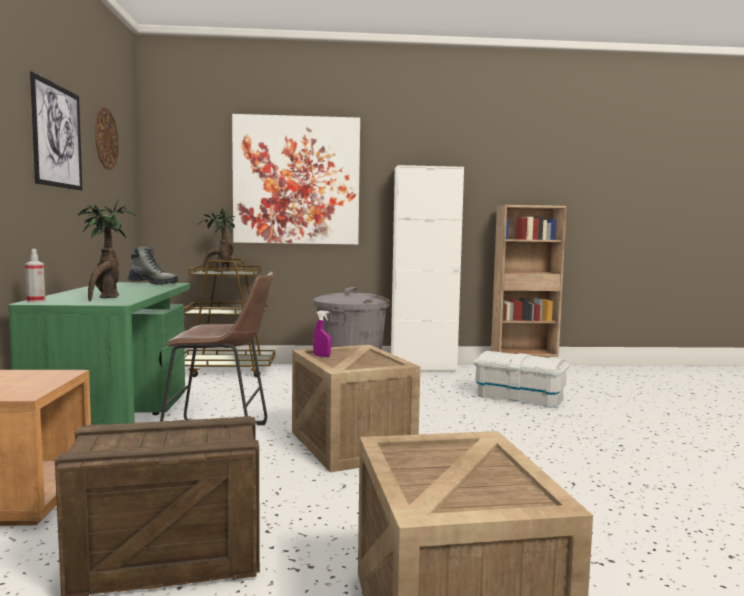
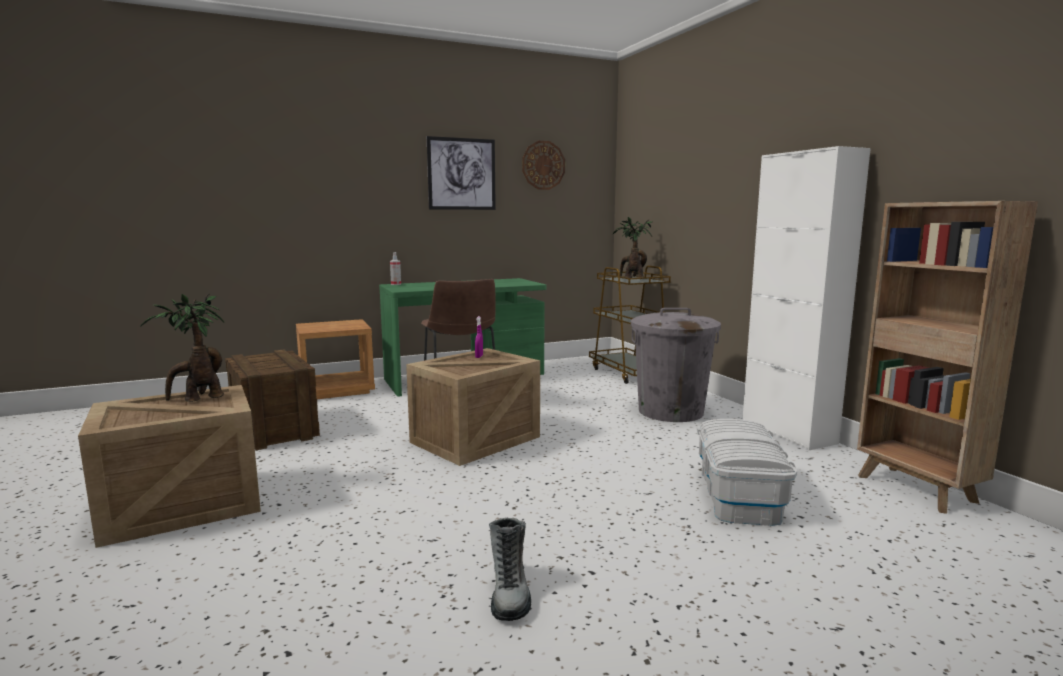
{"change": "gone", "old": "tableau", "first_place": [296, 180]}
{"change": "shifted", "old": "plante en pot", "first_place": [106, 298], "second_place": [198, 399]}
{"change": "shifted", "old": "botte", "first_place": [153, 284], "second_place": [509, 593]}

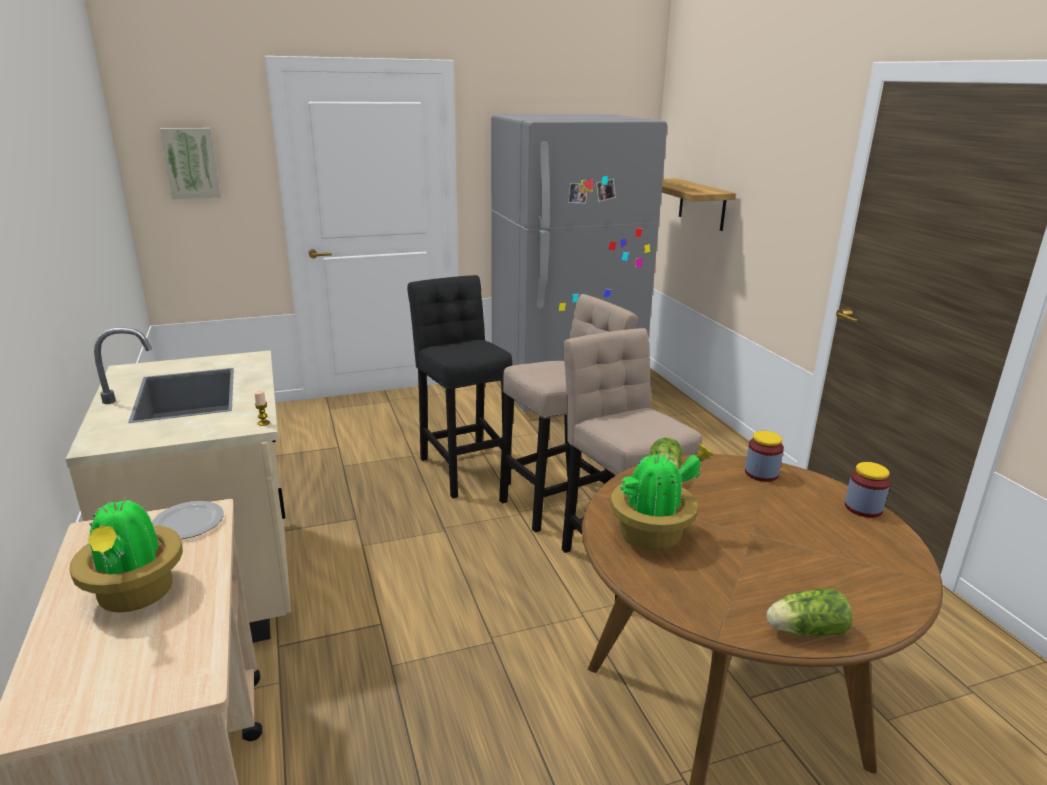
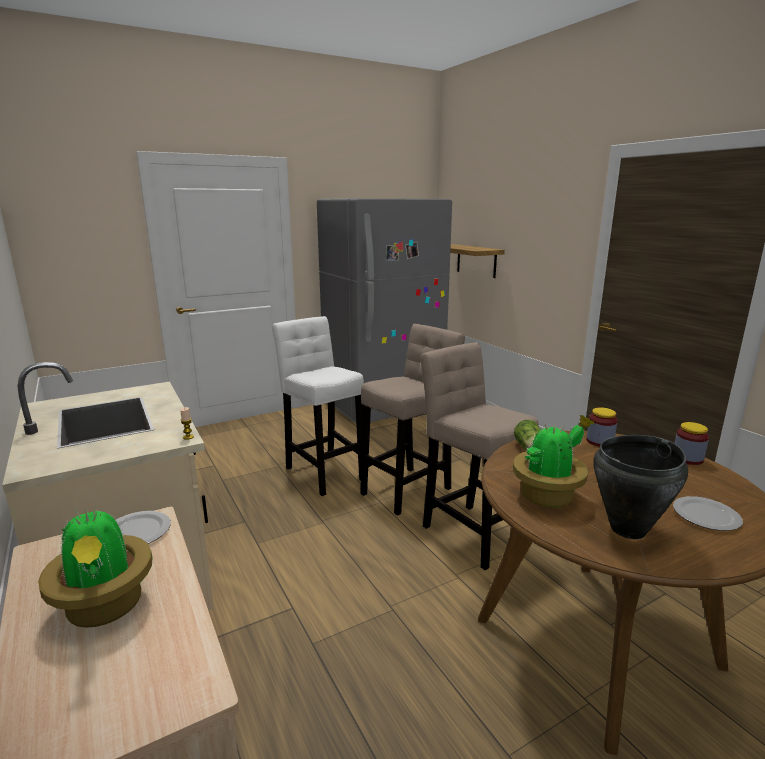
{"change": "gone", "old": "tableau", "first_place": [191, 163]}
{"change": "gone", "old": "laitue", "first_place": [803, 630]}
{"change": "new", "new": "marmite [noir]", "second_place": [629, 529]}
{"change": "new", "new": "assiette", "second_place": [707, 516]}
{"change": "repainted", "old": "tabouret [noir]", "new": "tabouret [blanc]", "first_place": [463, 468], "second_place": [323, 471]}

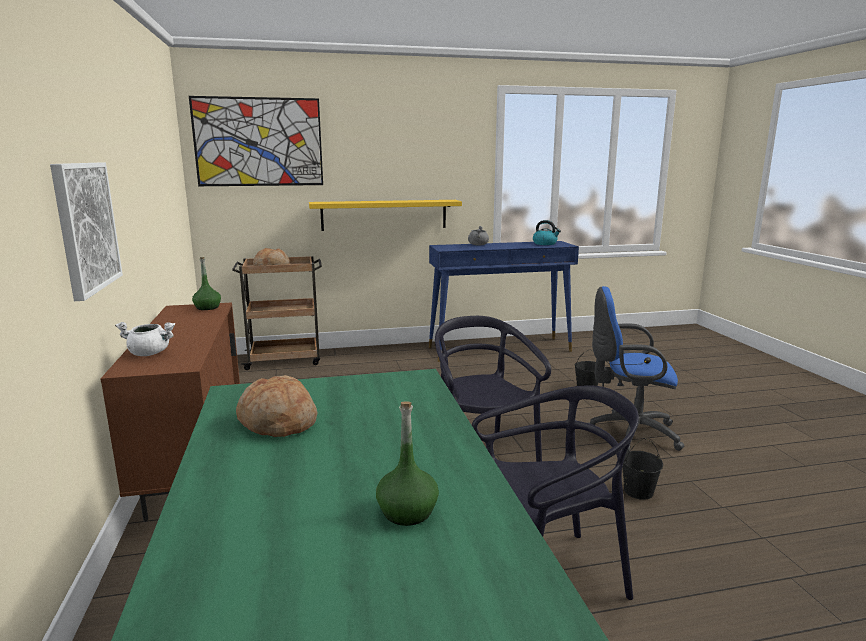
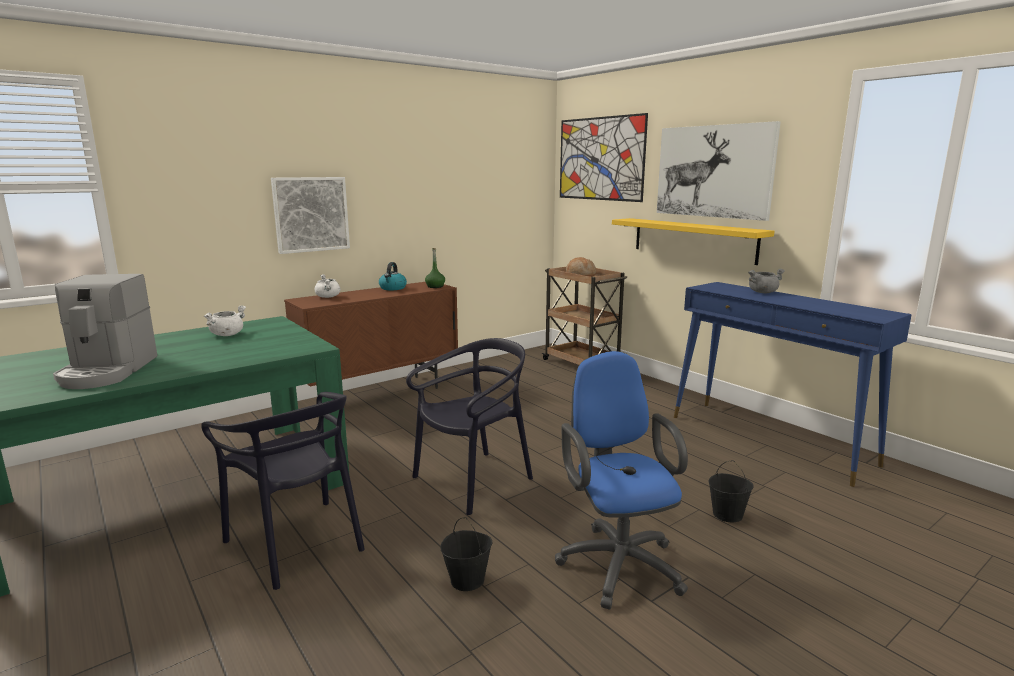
{"change": "new", "new": "tableau", "second_place": [713, 171]}
{"change": "shifted", "old": "bouilloire", "first_place": [545, 243], "second_place": [392, 288]}
{"change": "swapped", "old": "pain", "new": "marmite [blanc]", "first_place": [277, 422], "second_place": [227, 334]}
{"change": "swapped", "old": "bouteille [vert]", "new": "machine à café", "first_place": [407, 512], "second_place": [108, 371]}

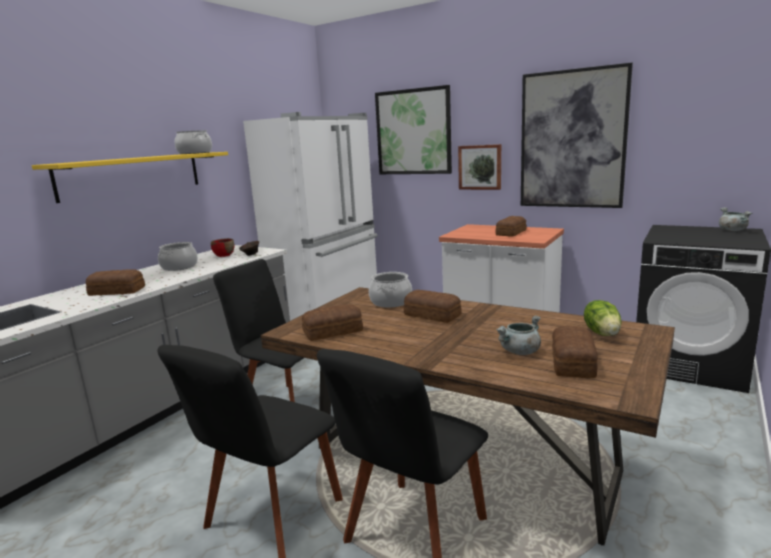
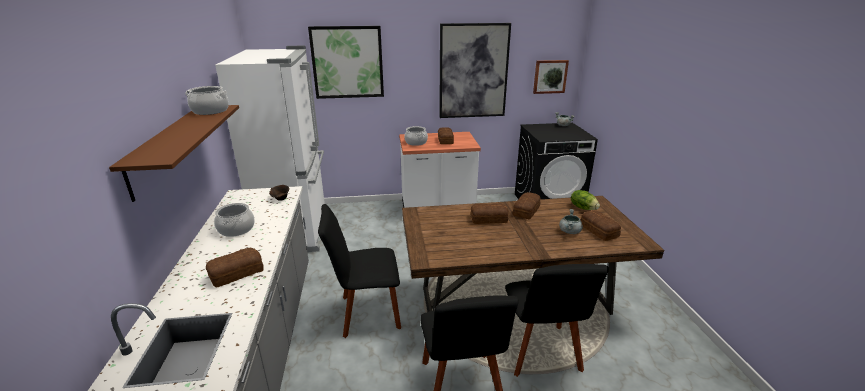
{"change": "gone", "old": "bol [rouge]", "first_place": [224, 255]}
{"change": "shifted", "old": "pain", "first_place": [334, 332], "second_place": [527, 211]}
{"change": "shifted", "old": "marmite", "first_place": [390, 302], "second_place": [416, 142]}
{"change": "shifted", "old": "tableau", "first_place": [480, 167], "second_place": [550, 76]}
{"change": "repainted", "old": "étagère [jaune]", "new": "étagère [marron]", "first_place": [132, 175], "second_place": [167, 148]}

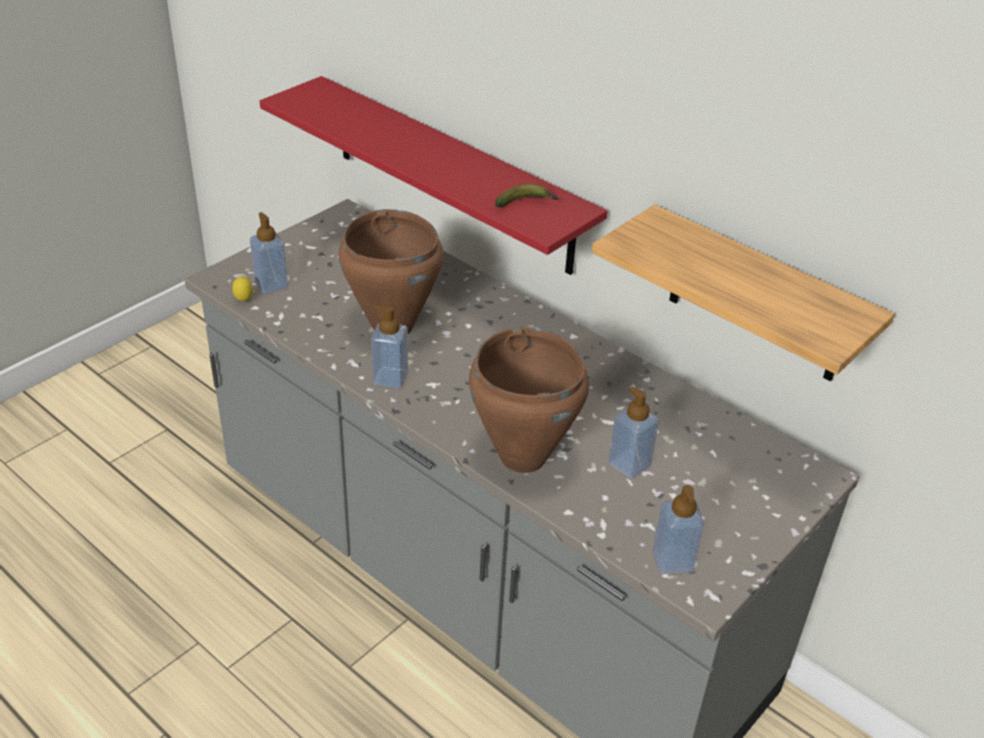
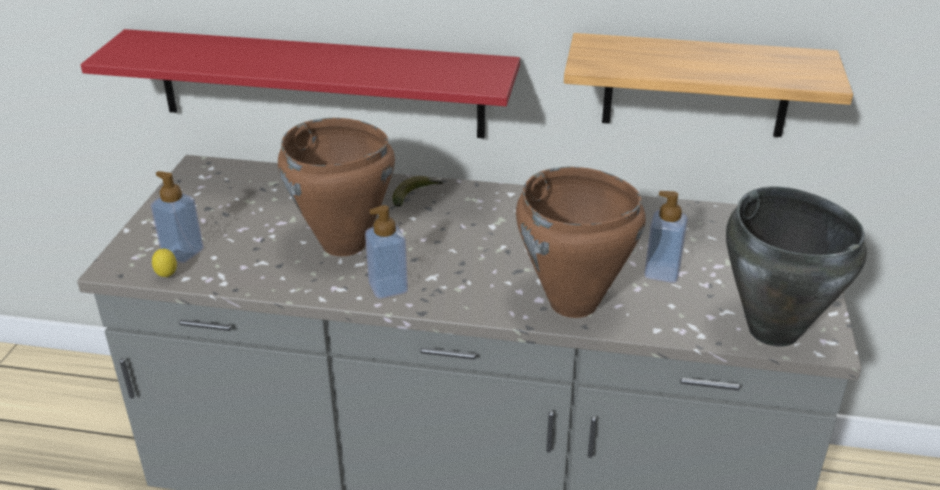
{"change": "shifted", "old": "banane", "first_place": [526, 203], "second_place": [416, 195]}
{"change": "swapped", "old": "distributeur de savon", "new": "marmite [noir]", "first_place": [672, 560], "second_place": [773, 330]}

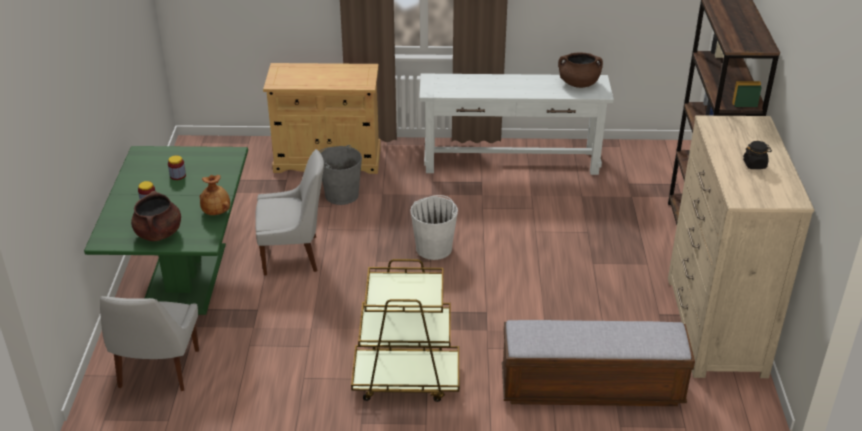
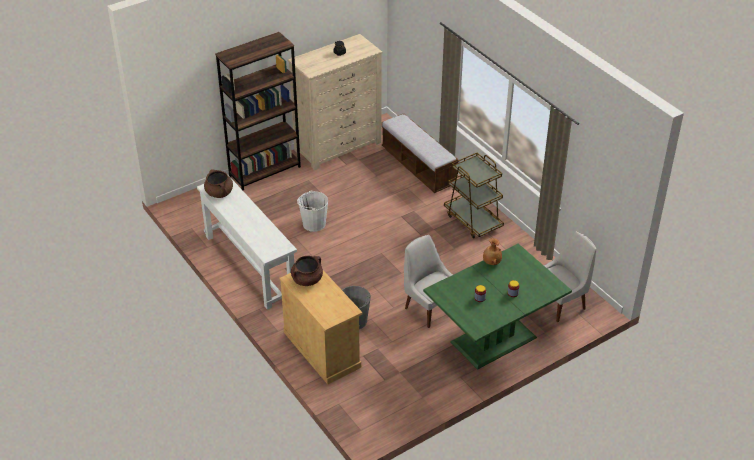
{"change": "shifted", "old": "marmite [marron]", "first_place": [159, 233], "second_place": [307, 280]}
{"change": "shifted", "old": "seau [blanc]", "first_place": [434, 248], "second_place": [314, 224]}

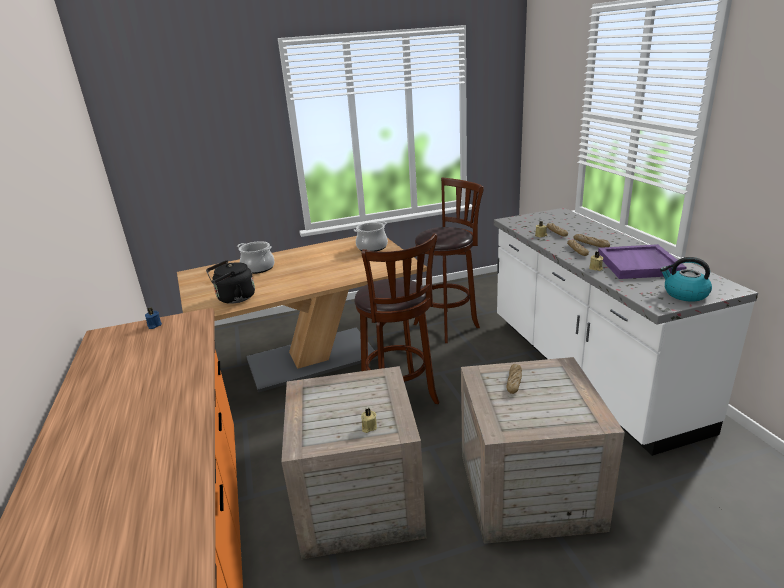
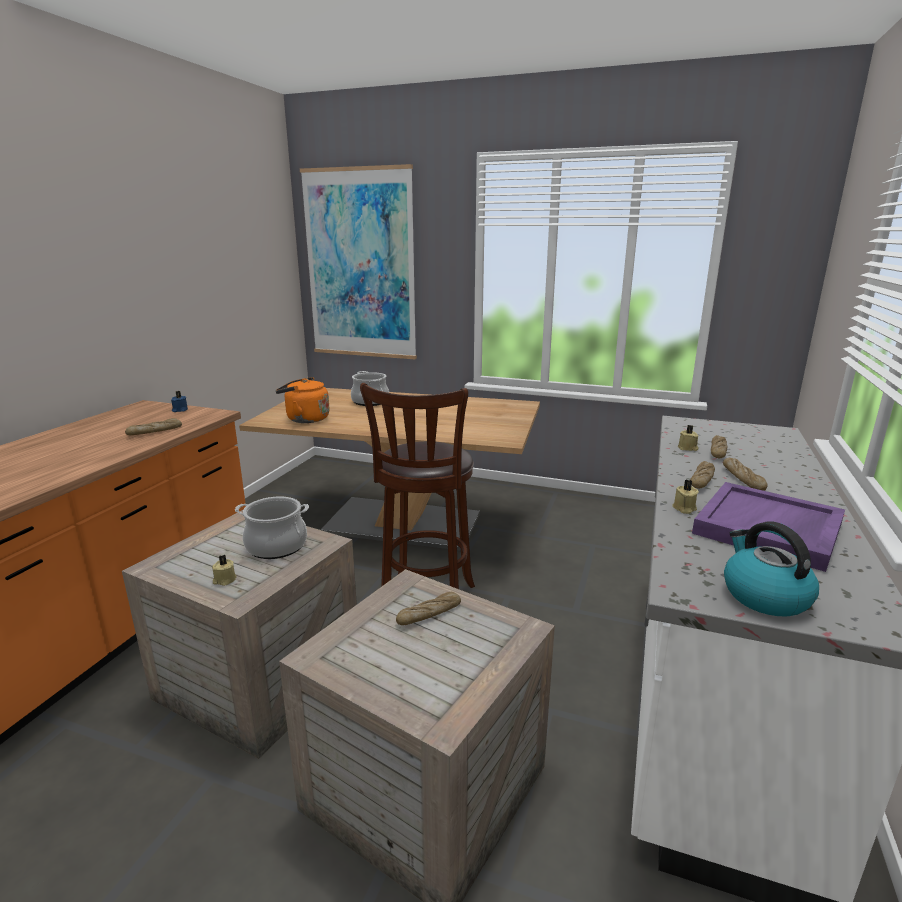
{"change": "gone", "old": "tabouret [marron]", "first_place": [449, 324]}
{"change": "new", "new": "pain", "second_place": [155, 432]}
{"change": "new", "new": "tableau", "second_place": [360, 265]}
{"change": "shifted", "old": "marmite", "first_place": [372, 247], "second_place": [276, 546]}
{"change": "repainted", "old": "bouilloire [noir]", "new": "bouilloire [orange]", "first_place": [234, 298], "second_place": [305, 419]}

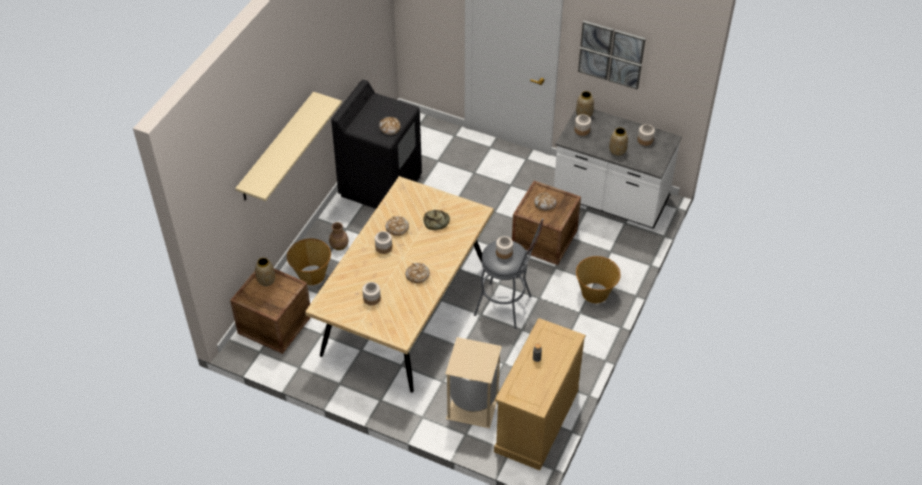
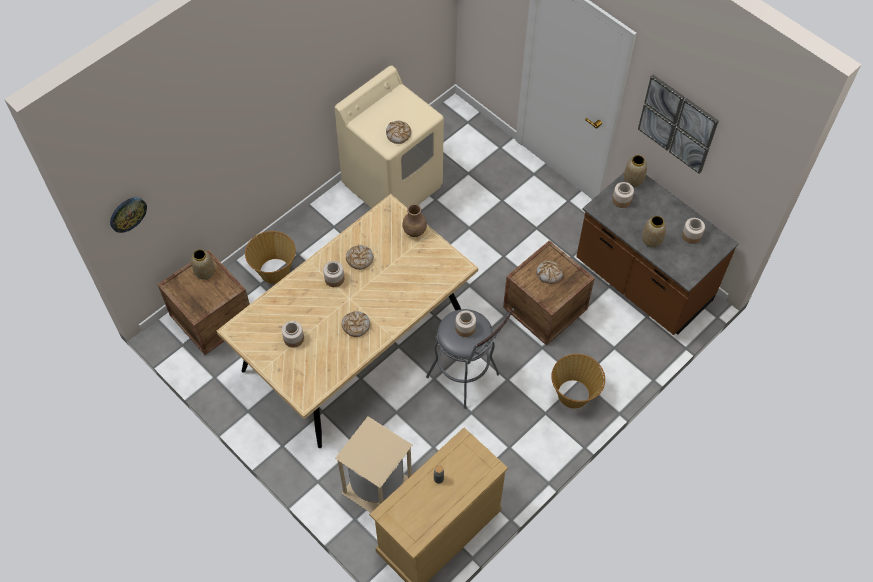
{"change": "gone", "old": "étagère [beige]", "first_place": [277, 147]}
{"change": "gone", "old": "pain", "first_place": [436, 222]}
{"change": "new", "new": "horloge murale", "second_place": [127, 214]}
{"change": "shifted", "old": "vase [marron]", "first_place": [339, 246], "second_place": [414, 231]}
{"change": "repainted", "old": "lave-linge [noir]", "new": "lave-linge [beige]", "first_place": [381, 185], "second_place": [393, 185]}
{"change": "repainted", "old": "comptoir de cuisine [blanc]", "new": "comptoir de cuisine [marron]", "first_place": [610, 200], "second_place": [642, 283]}

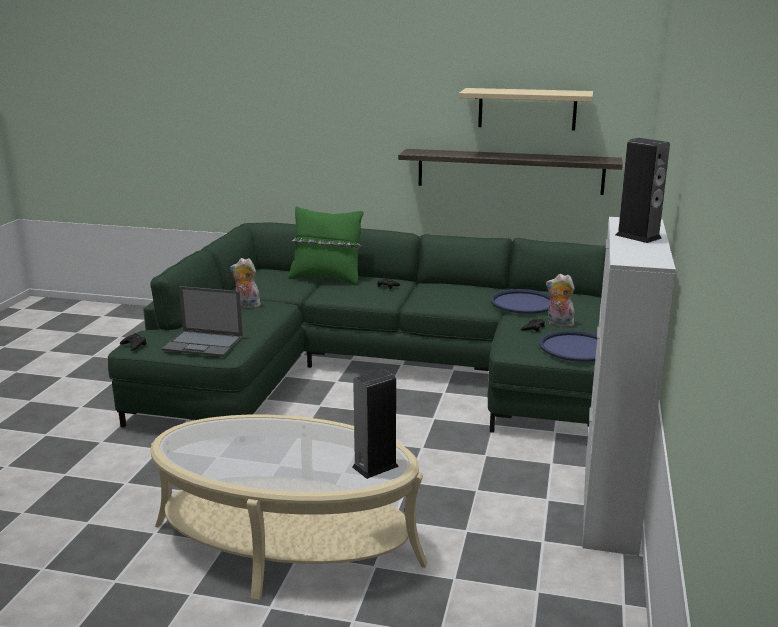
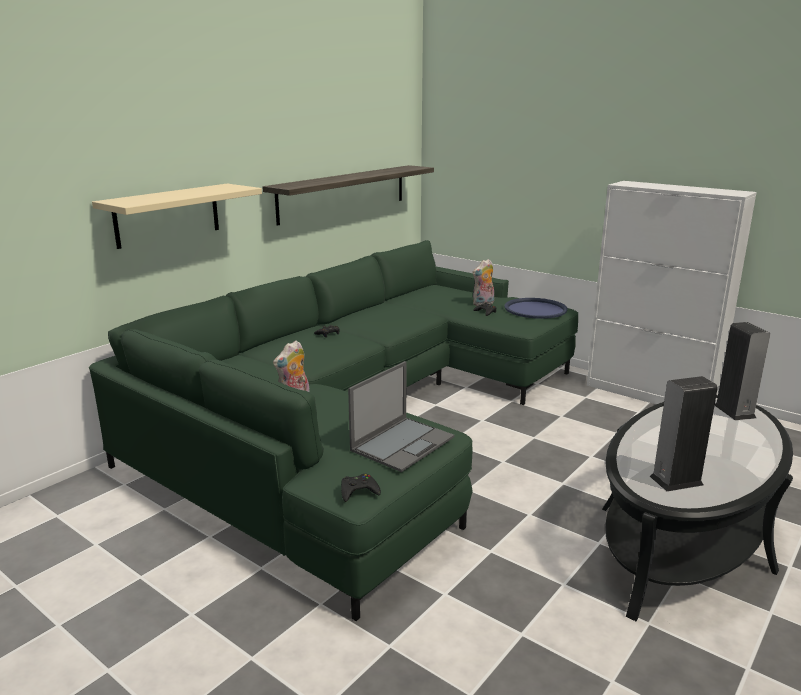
{"change": "gone", "old": "coussin [vert]", "first_place": [327, 278]}
{"change": "gone", "old": "plateau [bleu]", "first_place": [523, 303]}
{"change": "shifted", "old": "étagère [beige]", "first_place": [527, 109], "second_place": [167, 215]}
{"change": "shifted", "old": "enceinte", "first_place": [638, 236], "second_place": [676, 480]}
{"change": "repainted", "old": "table basse [beige]", "new": "table basse [noir]", "first_place": [286, 543], "second_place": [684, 538]}

